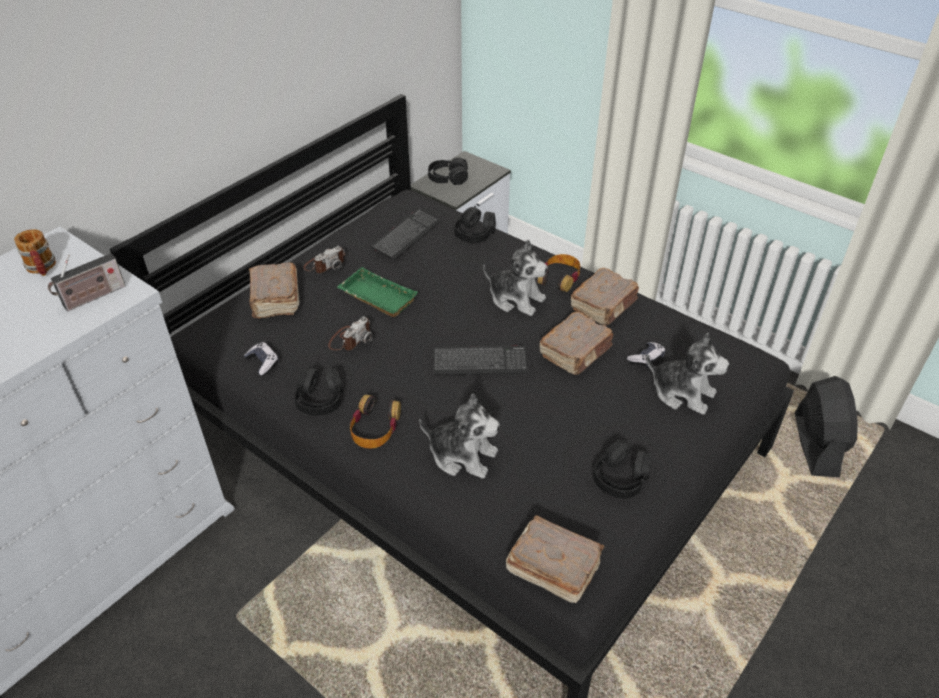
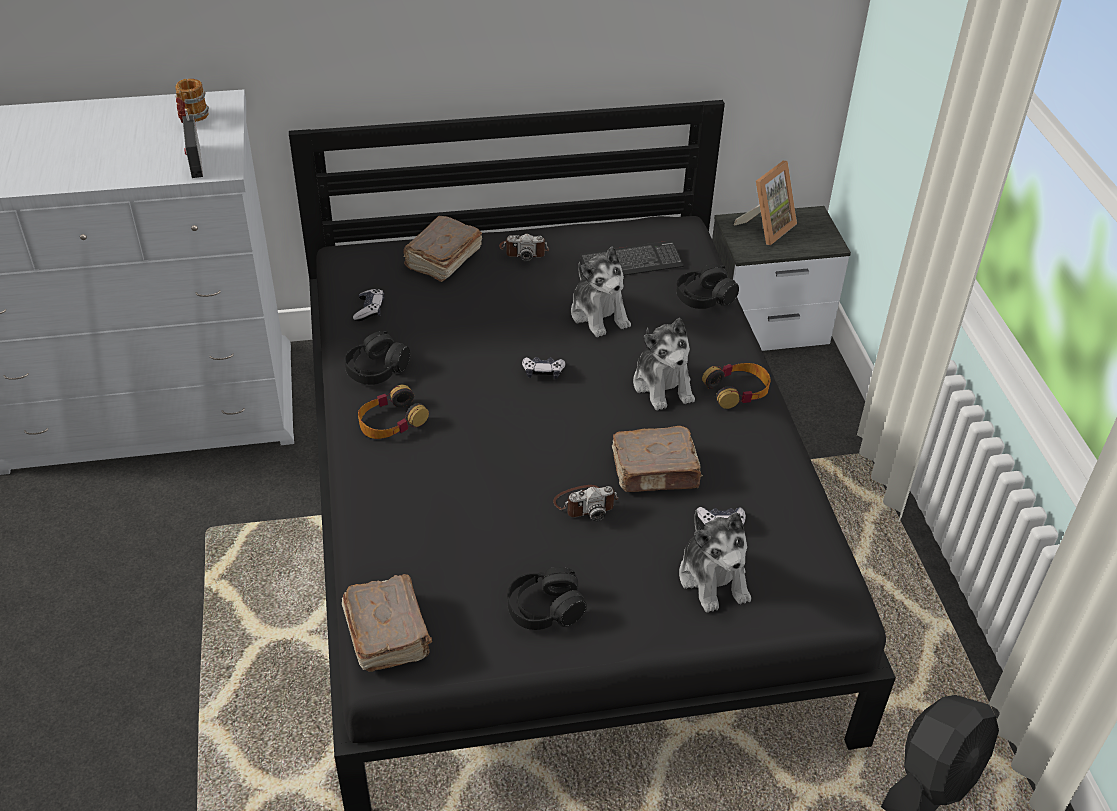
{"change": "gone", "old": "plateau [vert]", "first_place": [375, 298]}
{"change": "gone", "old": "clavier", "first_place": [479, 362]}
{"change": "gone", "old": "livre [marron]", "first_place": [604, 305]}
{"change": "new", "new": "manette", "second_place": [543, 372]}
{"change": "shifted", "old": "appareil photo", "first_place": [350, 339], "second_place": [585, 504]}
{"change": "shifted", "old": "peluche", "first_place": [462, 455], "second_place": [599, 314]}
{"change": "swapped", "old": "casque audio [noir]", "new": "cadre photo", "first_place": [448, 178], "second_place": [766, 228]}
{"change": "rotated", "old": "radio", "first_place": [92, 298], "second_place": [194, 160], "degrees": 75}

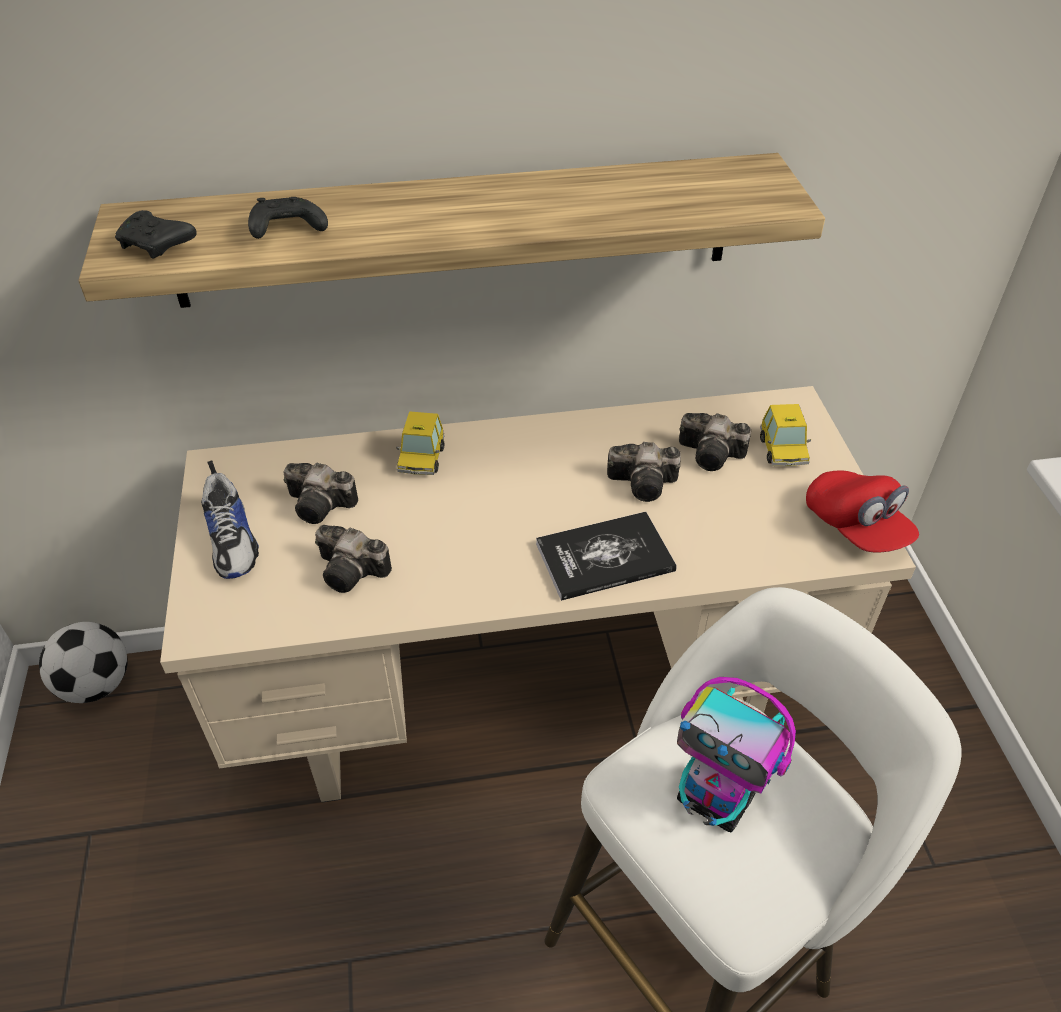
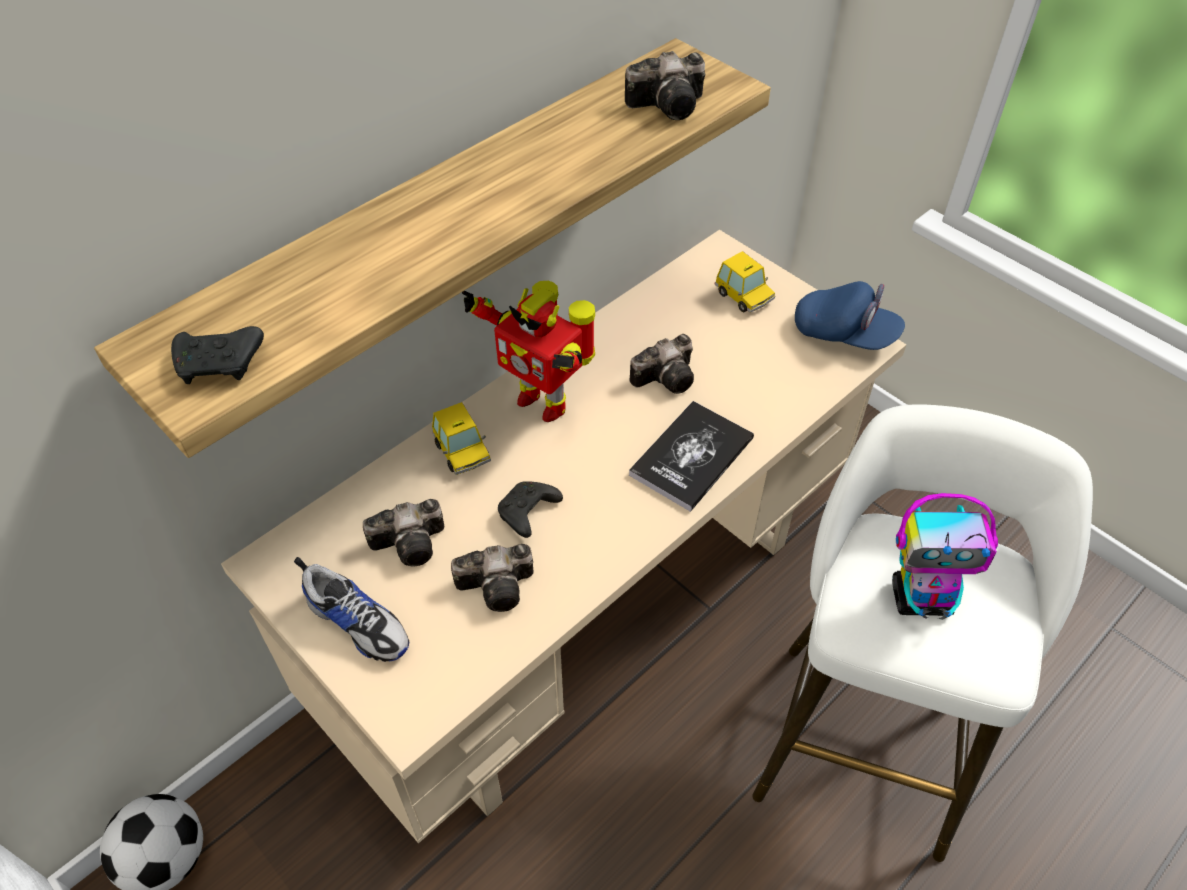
{"change": "new", "new": "robot jouet", "second_place": [543, 400]}
{"change": "shifted", "old": "manette [noir]", "first_place": [286, 230], "second_place": [528, 514]}
{"change": "shifted", "old": "appareil photo", "first_place": [713, 455], "second_place": [670, 105]}
{"change": "repainted", "old": "casquette [rouge]", "new": "casquette [bleu]", "first_place": [855, 527], "second_place": [844, 334]}

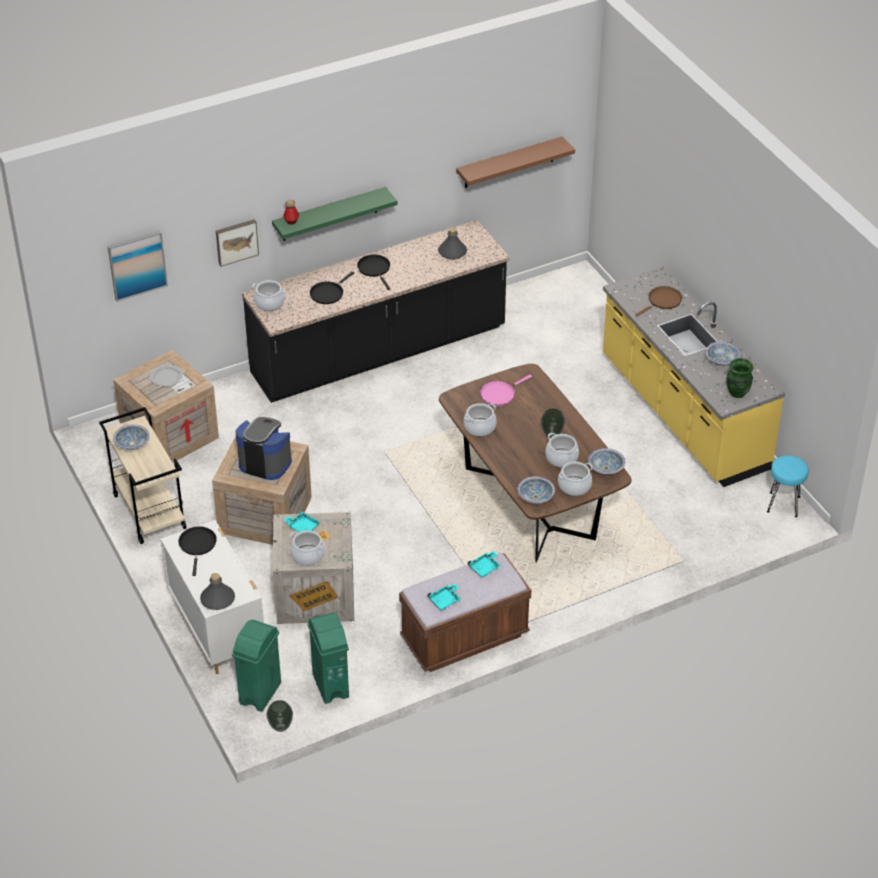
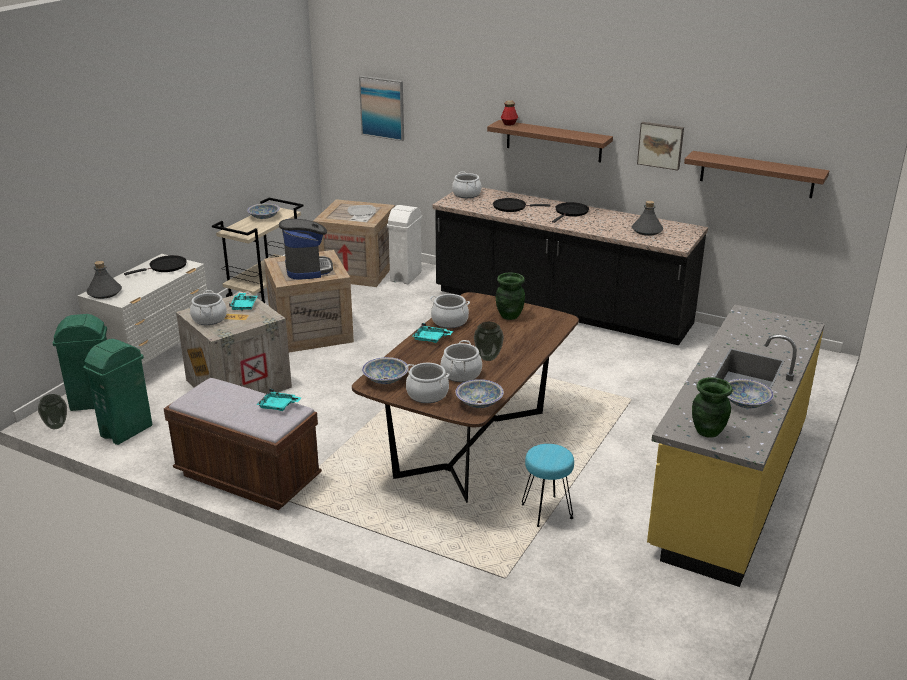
{"change": "gone", "old": "poêle [marron]", "first_place": [663, 301]}
{"change": "new", "new": "poubelle [blanc]", "second_place": [406, 276]}
{"change": "shifted", "old": "tableau", "first_place": [236, 241], "second_place": [660, 145]}
{"change": "shifted", "old": "plateau [turquoise]", "first_place": [445, 600], "second_place": [431, 339]}
{"change": "shifted", "old": "tabouret [turquoise]", "first_place": [784, 504], "second_place": [546, 512]}
{"change": "swapped", "old": "poêle [rose]", "new": "vase [vert]", "first_place": [499, 394], "second_place": [509, 315]}
{"change": "repainted", "old": "étagère [vert]", "new": "étagère [marron]", "first_place": [329, 214], "second_place": [553, 141]}

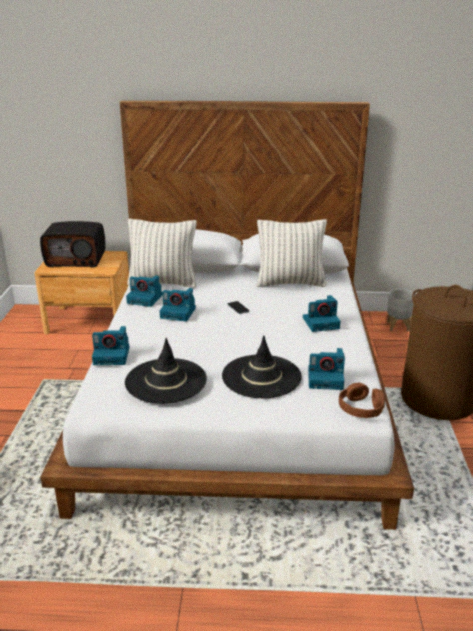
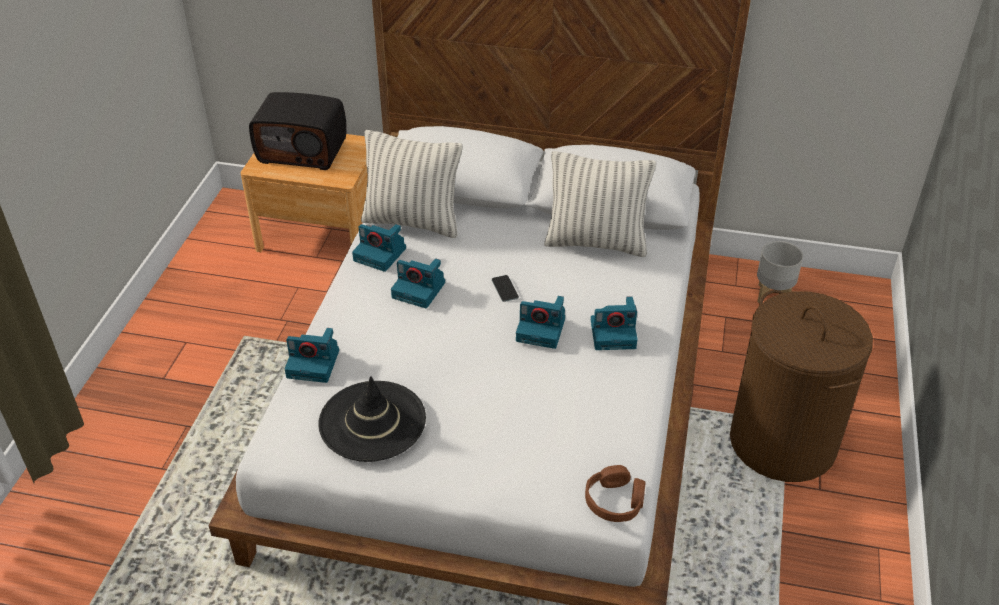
{"change": "gone", "old": "chapeau [noir]", "first_place": [261, 376]}
{"change": "shifted", "old": "appareil photo", "first_place": [326, 378], "second_place": [542, 330]}

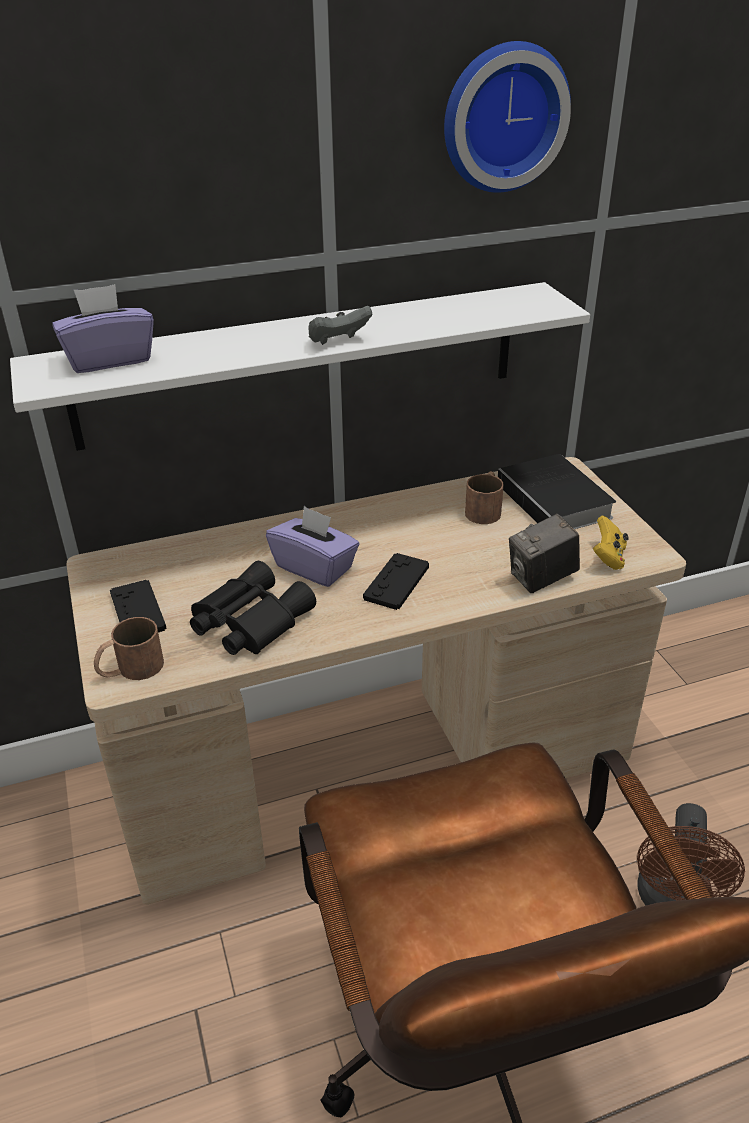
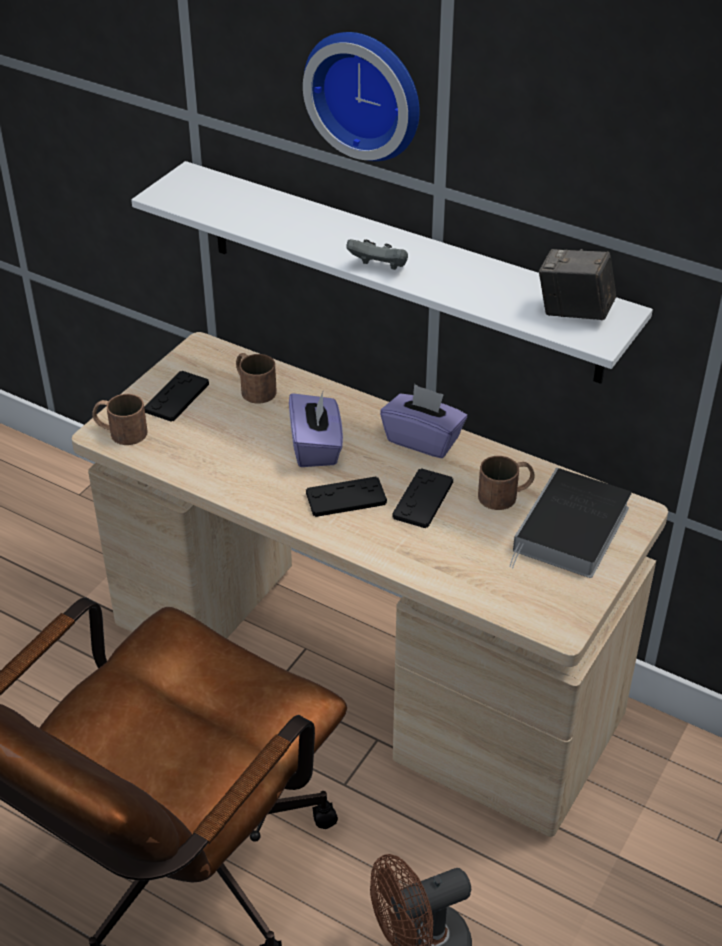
{"change": "gone", "old": "jumelles [noir]", "first_place": [248, 620]}
{"change": "gone", "old": "manette [jaune]", "first_place": [608, 557]}
{"change": "new", "new": "mug [marron]", "second_place": [253, 388]}
{"change": "new", "new": "manette [noir]", "second_place": [423, 499]}
{"change": "shifted", "old": "boîte à mouchoirs [violet]", "first_place": [109, 359], "second_place": [423, 440]}
{"change": "shifted", "old": "horloge murale", "first_place": [502, 117], "second_place": [367, 93]}
{"change": "shifted", "old": "appareil photo", "first_place": [541, 579], "second_place": [574, 312]}

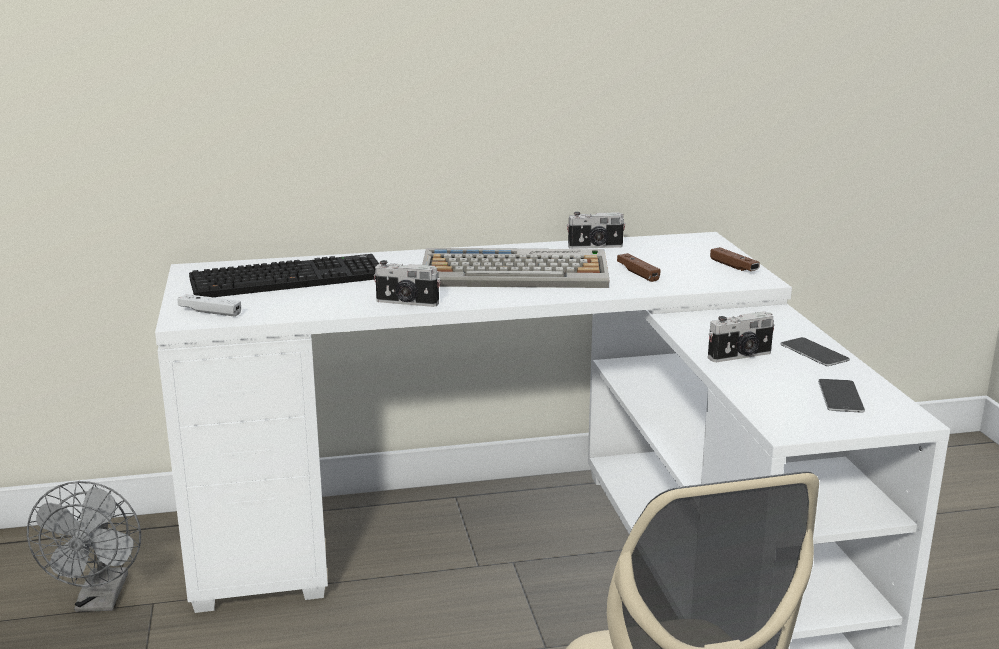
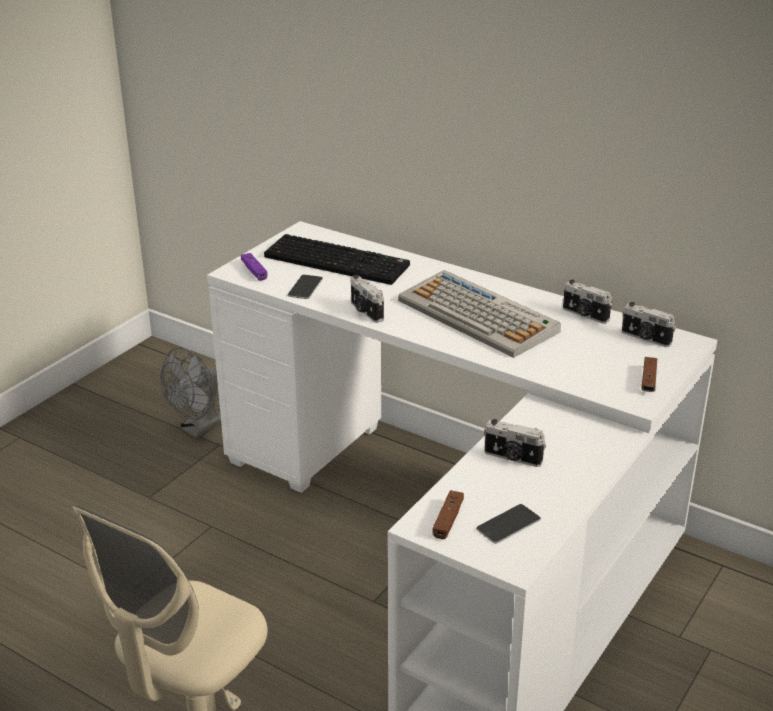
{"change": "new", "new": "appareil photo", "second_place": [645, 338]}
{"change": "shifted", "old": "manette [marron]", "first_place": [637, 273], "second_place": [448, 520]}
{"change": "shifted", "old": "téléphone", "first_place": [814, 352], "second_place": [305, 287]}
{"change": "repainted", "old": "manette [blanc]", "new": "manette [violet]", "first_place": [210, 312], "second_place": [254, 271]}

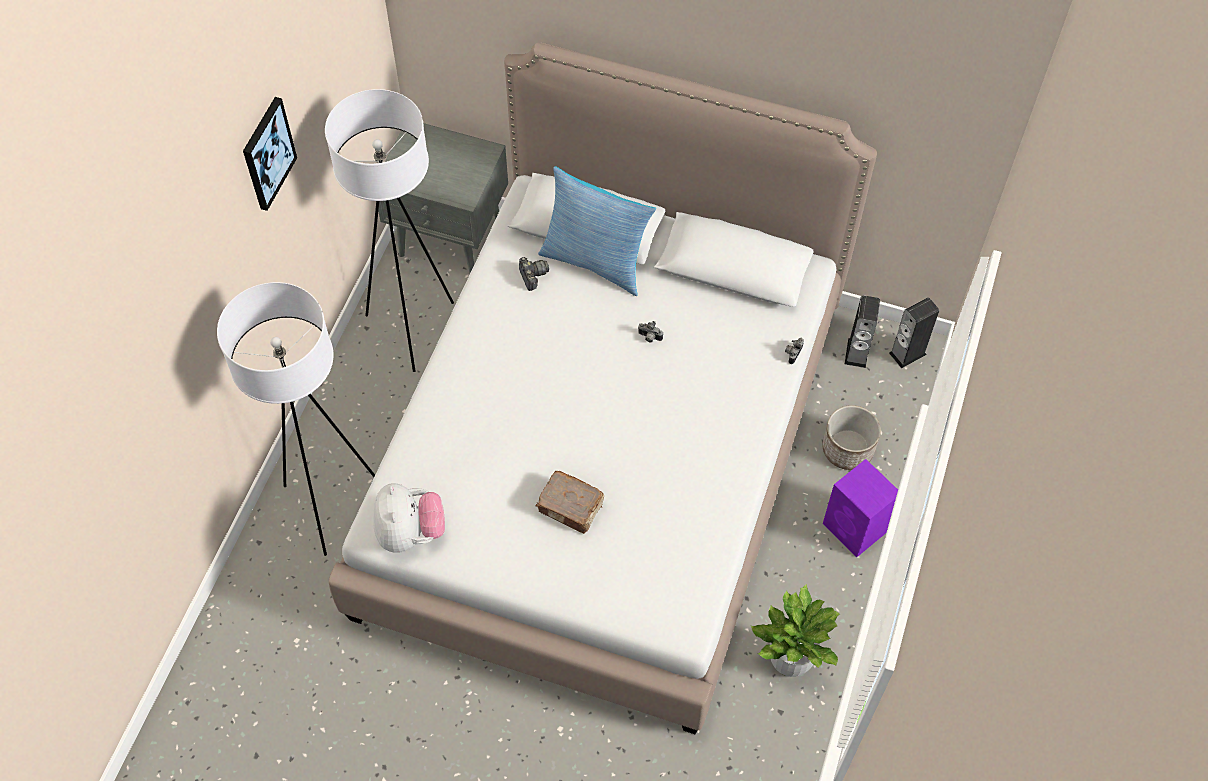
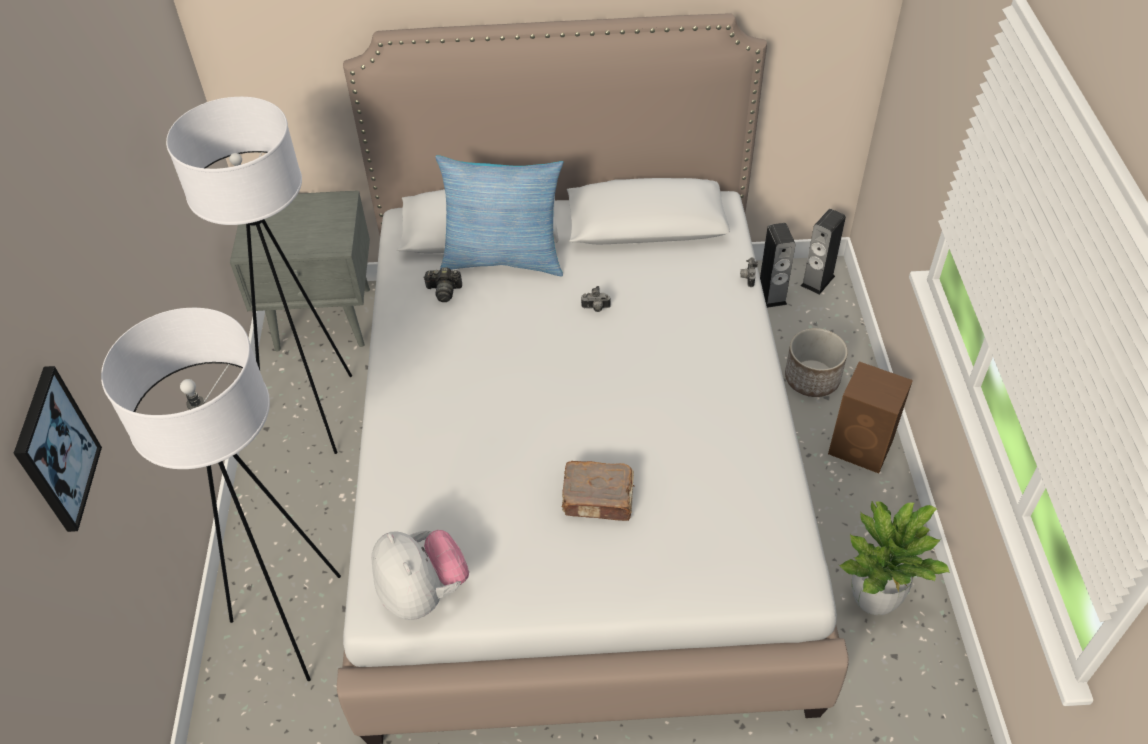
{"change": "shifted", "old": "tableau", "first_place": [267, 153], "second_place": [55, 450]}
{"change": "repainted", "old": "enceinte [violet]", "new": "enceinte [marron]", "first_place": [856, 529], "second_place": [862, 447]}
{"change": "rotated", "old": "appareil photo", "first_place": [533, 276], "second_place": [444, 291], "degrees": 135}

